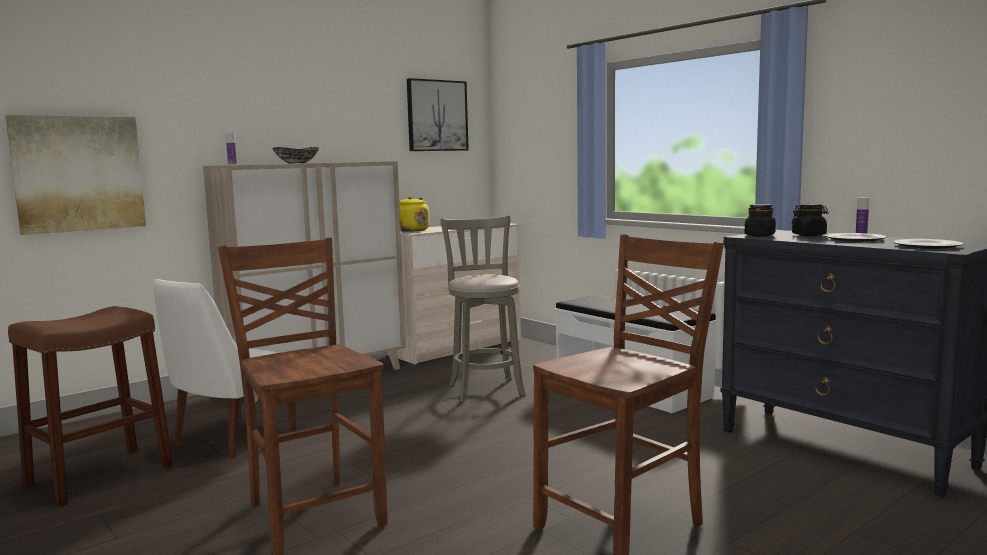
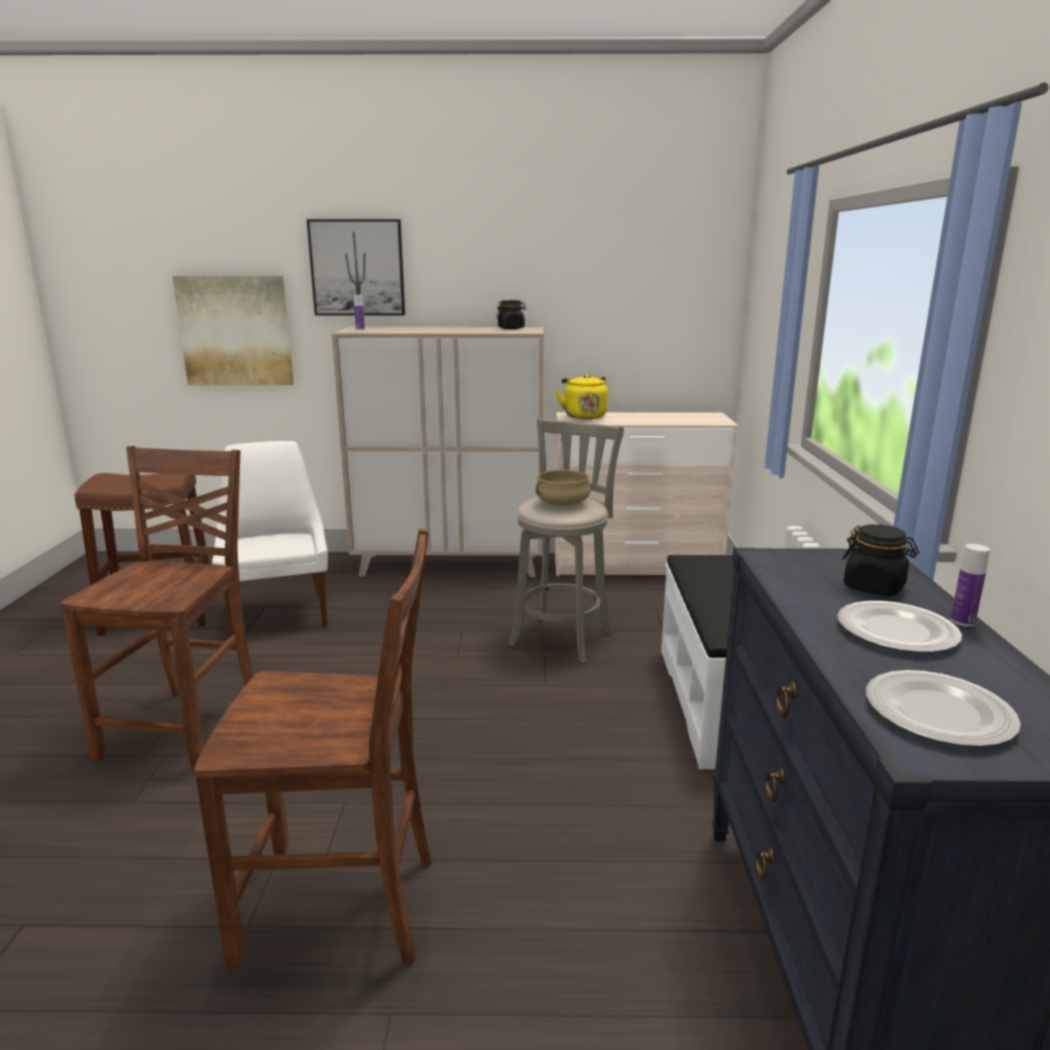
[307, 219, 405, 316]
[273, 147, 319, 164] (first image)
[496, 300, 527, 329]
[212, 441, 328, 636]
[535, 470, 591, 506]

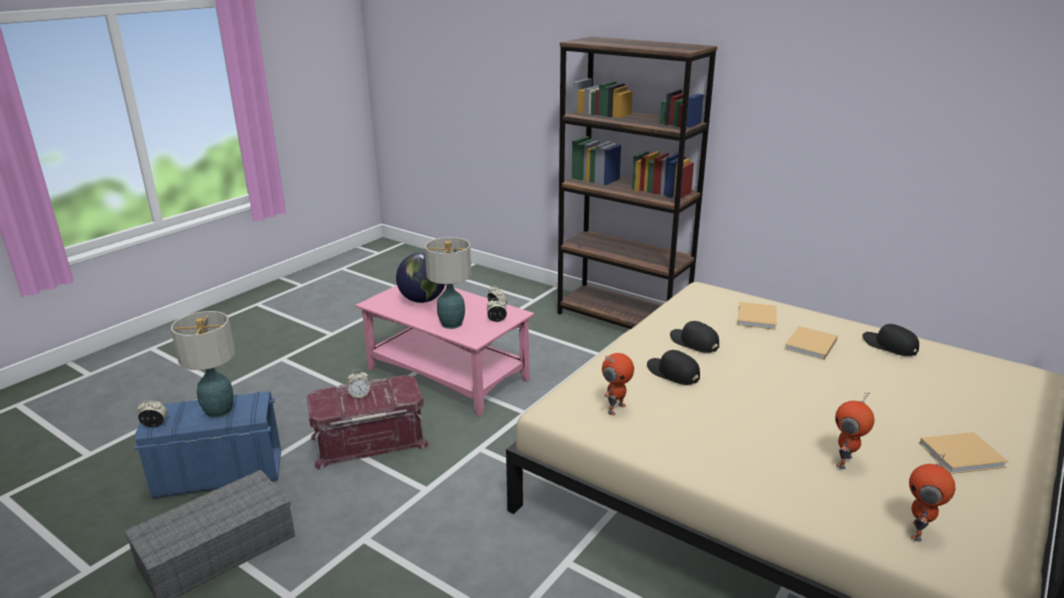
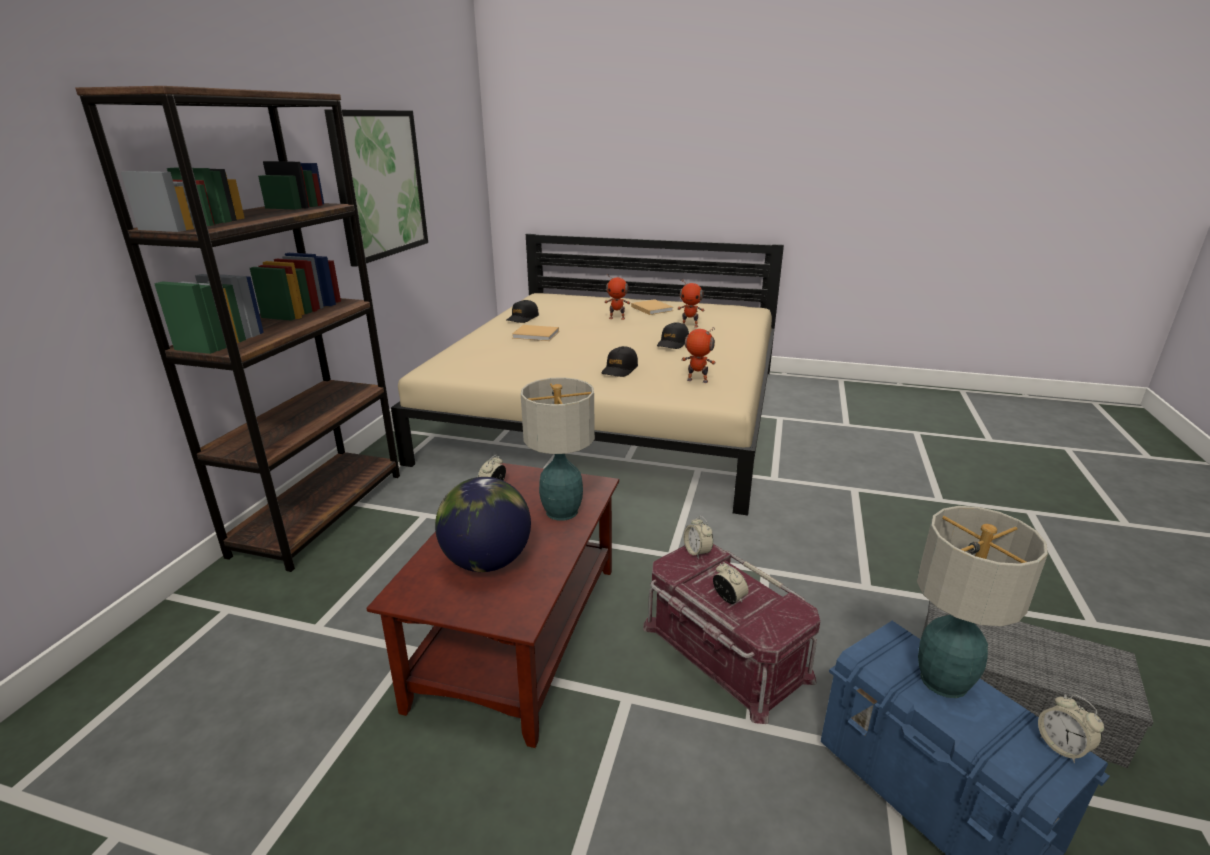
[366, 463, 619, 748]
[684, 516, 713, 559]
[738, 302, 777, 330] (first image)
[657, 322, 689, 349]
[605, 273, 630, 320]
[325, 109, 428, 267]

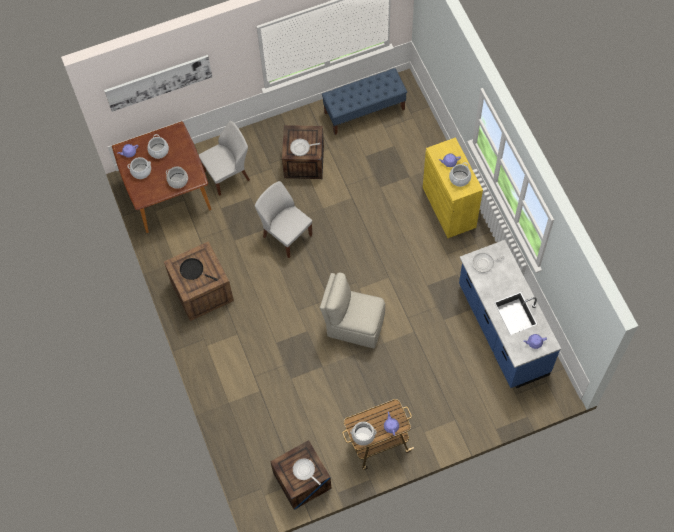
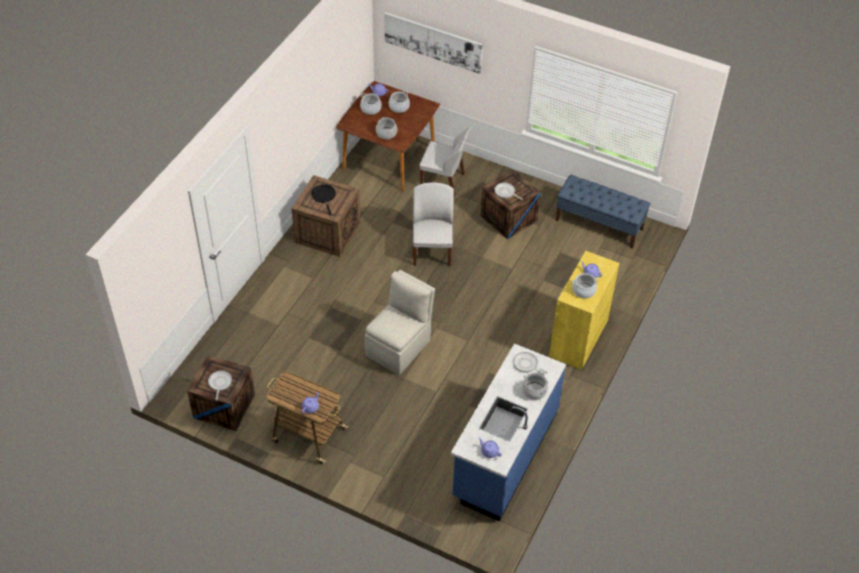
[365, 270, 435, 375]
[522, 373, 548, 400]

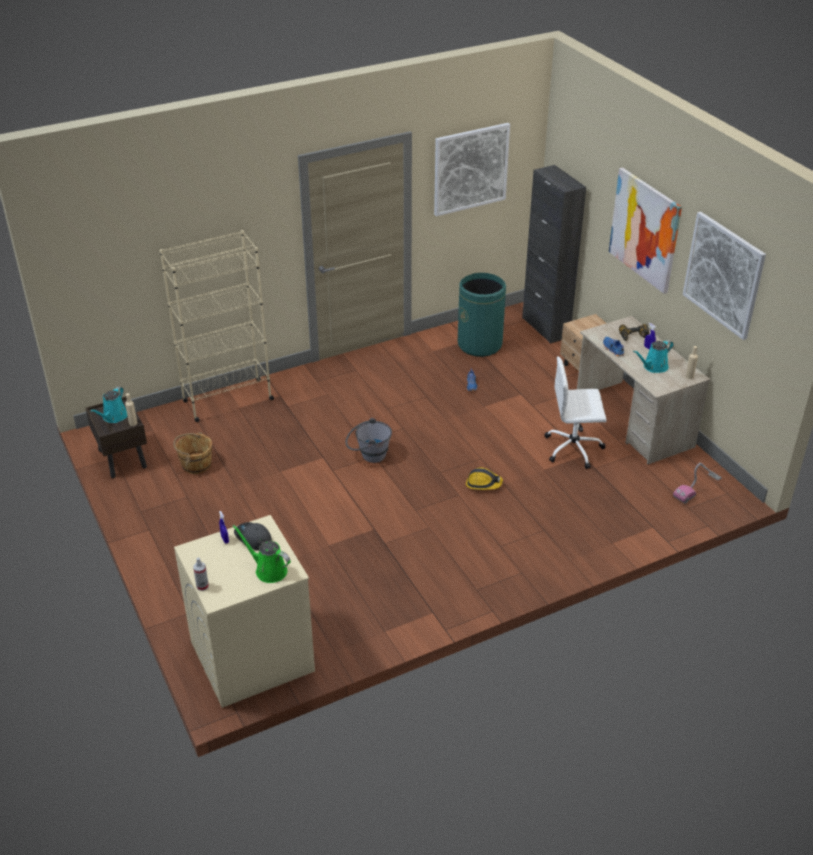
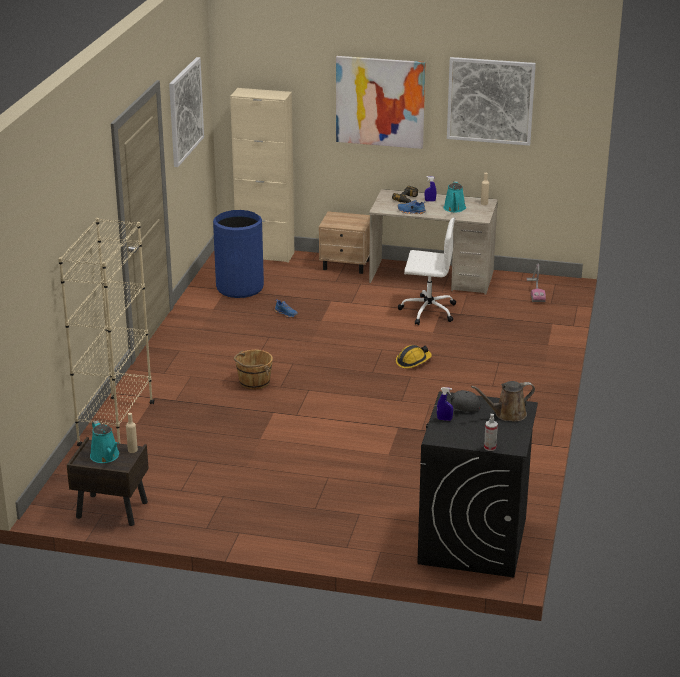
[230, 88, 294, 263]
[213, 210, 264, 298]
[398, 217, 456, 325]
[345, 418, 392, 463] (first image)
[234, 350, 273, 390]
[417, 391, 538, 578]
[471, 381, 535, 422]

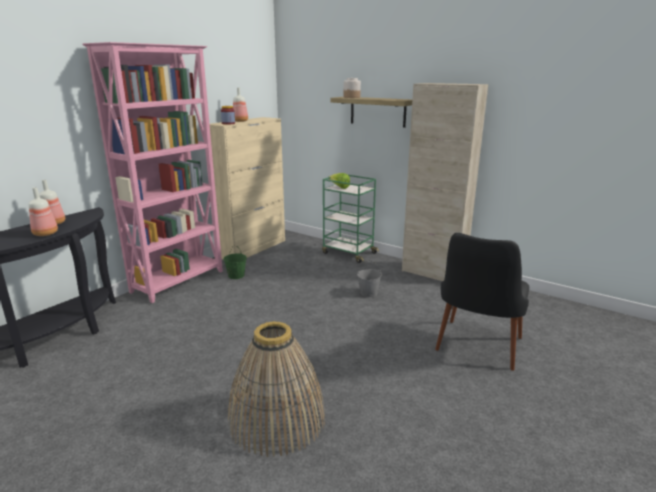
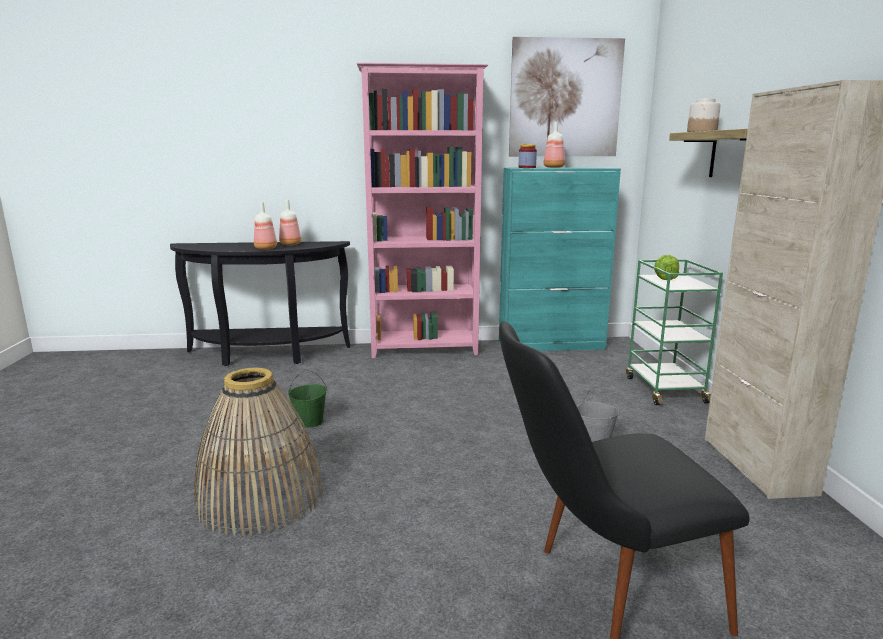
[499, 167, 621, 351]
[288, 370, 327, 428]
[509, 37, 625, 156]

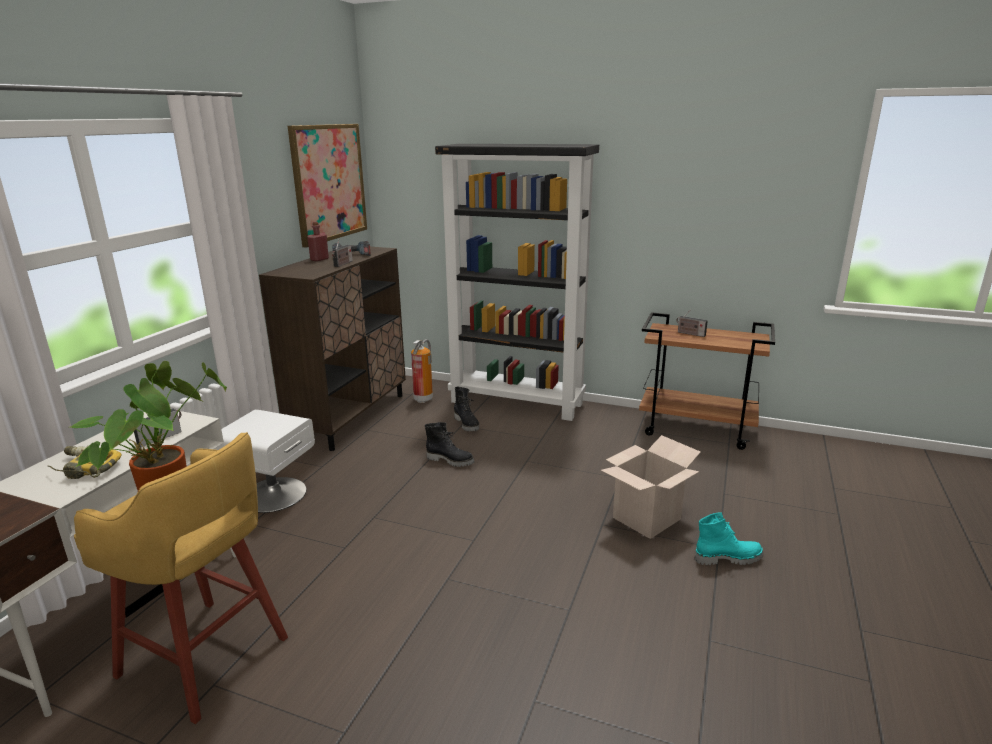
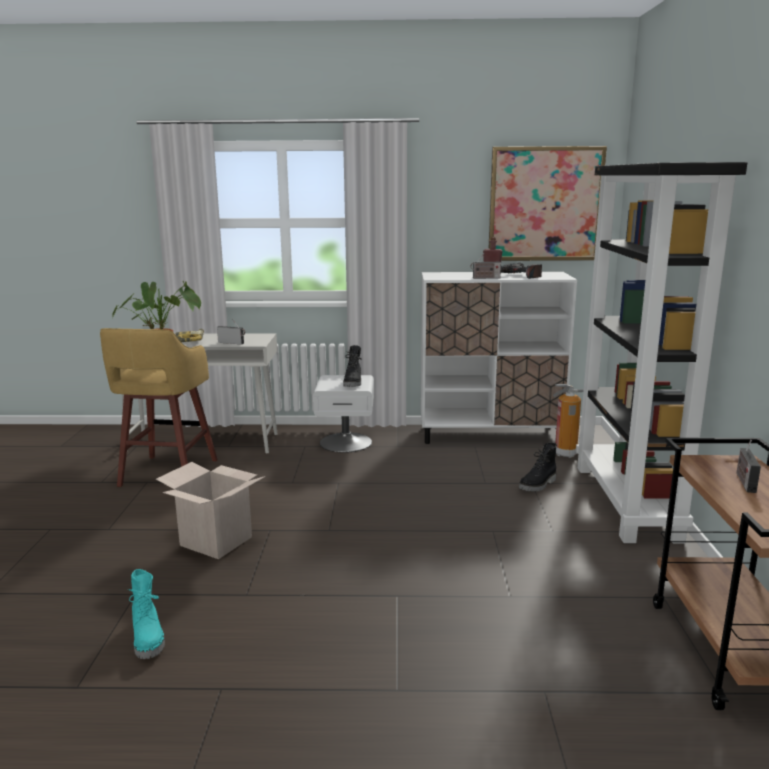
[421, 272, 577, 444]
[343, 345, 362, 387]
[156, 462, 265, 559]
[128, 569, 165, 659]

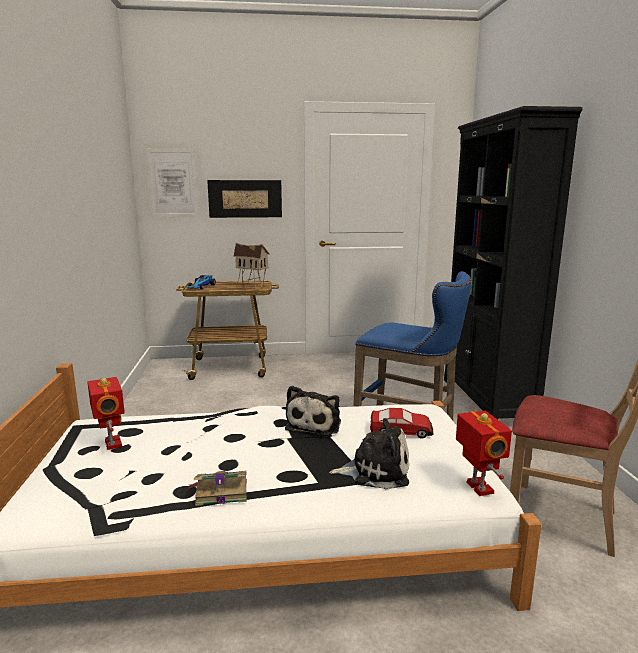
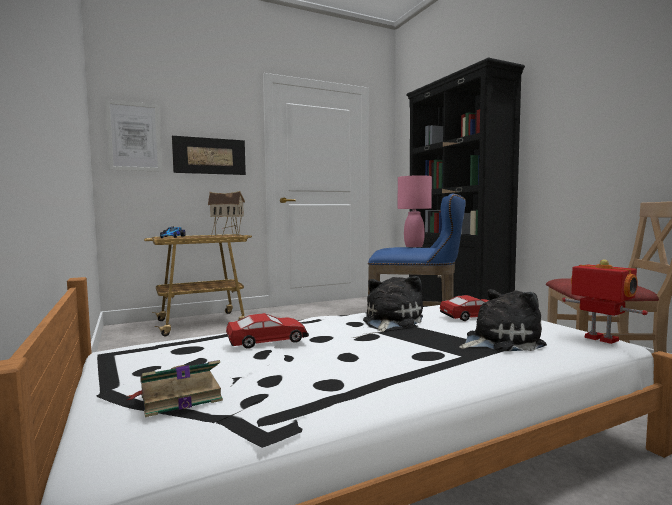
[87, 377, 125, 450] (first image)
[363, 276, 423, 332]
[126, 360, 223, 417]
[398, 175, 432, 247]
[226, 313, 309, 349]

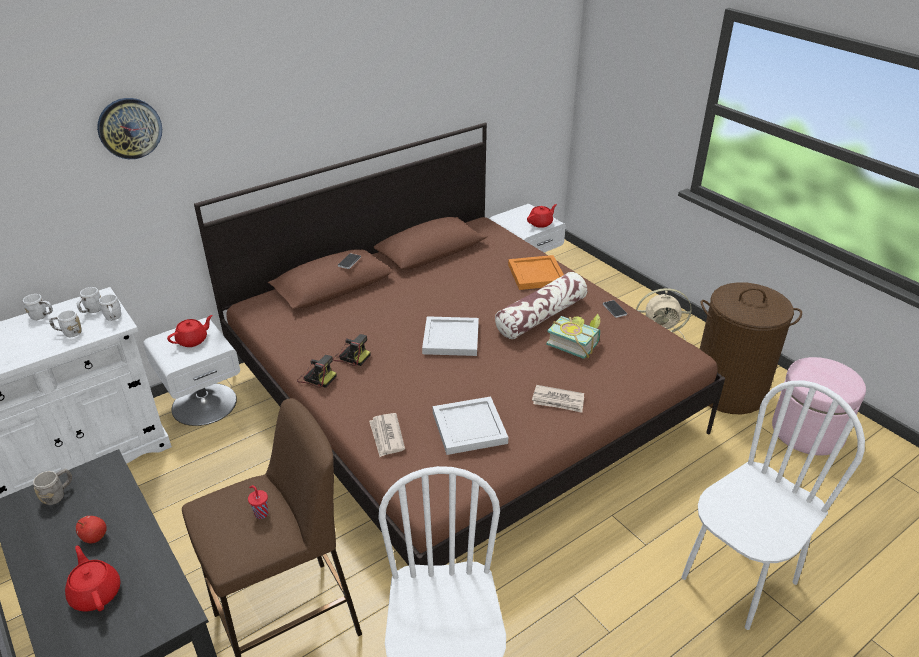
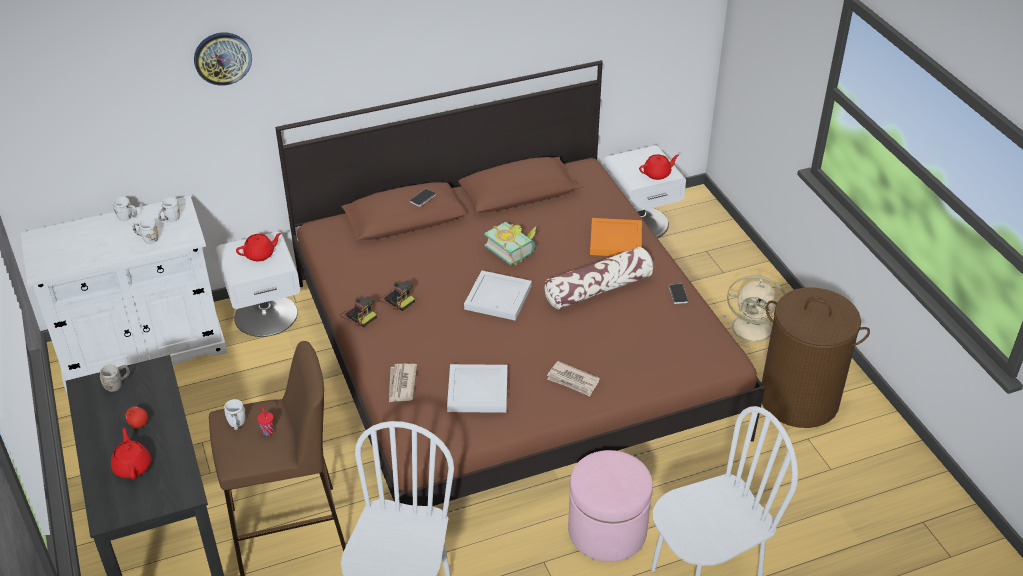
[224, 399, 245, 430]
[484, 222, 536, 266]
[568, 450, 653, 562]

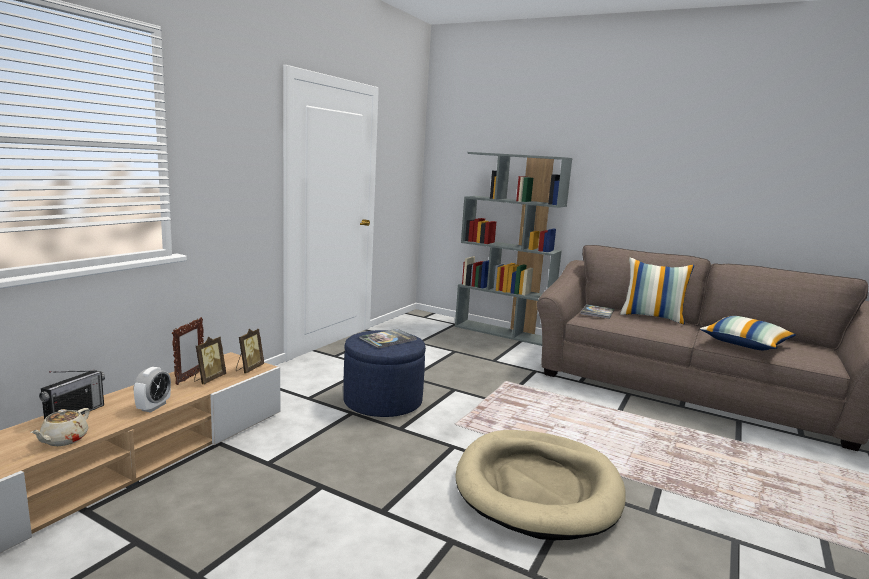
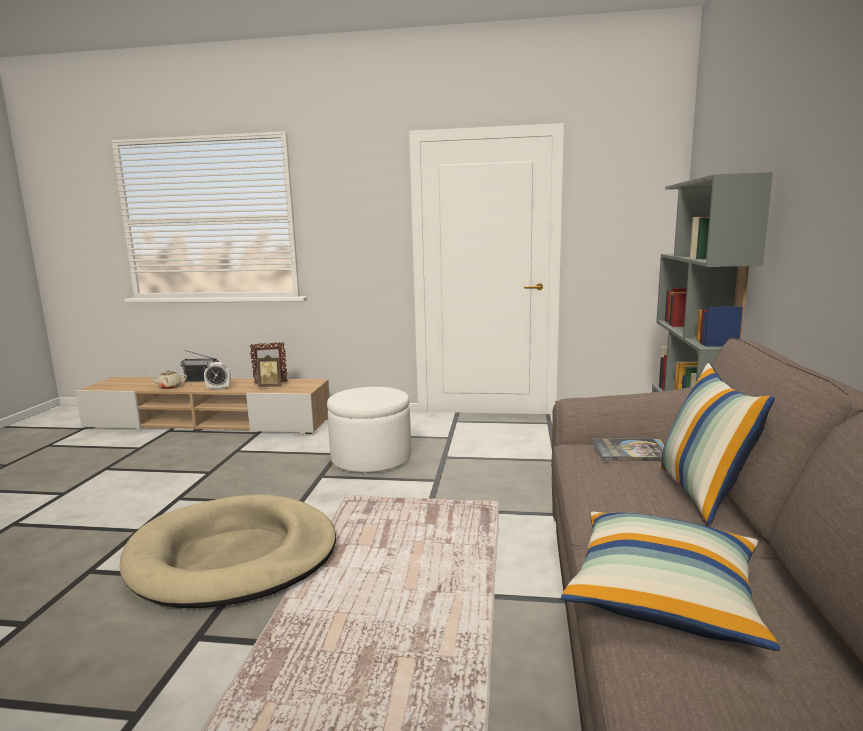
[236, 329, 264, 373] (first image)
[359, 329, 417, 349] (first image)
[327, 387, 411, 472]

